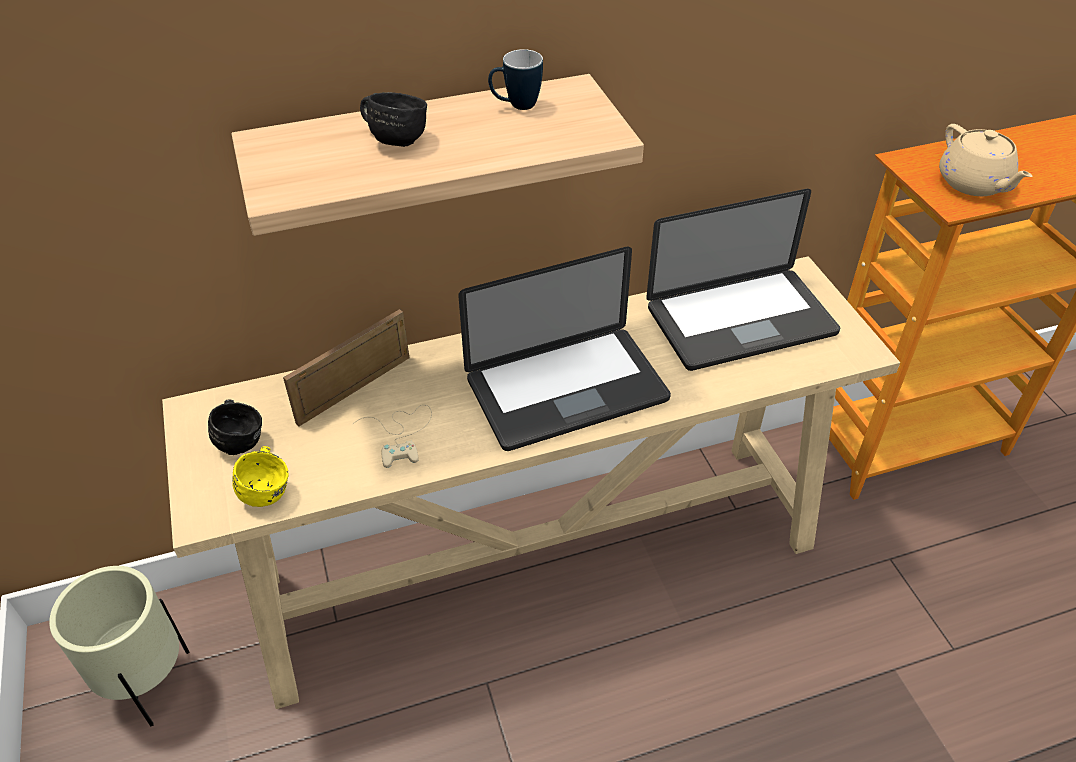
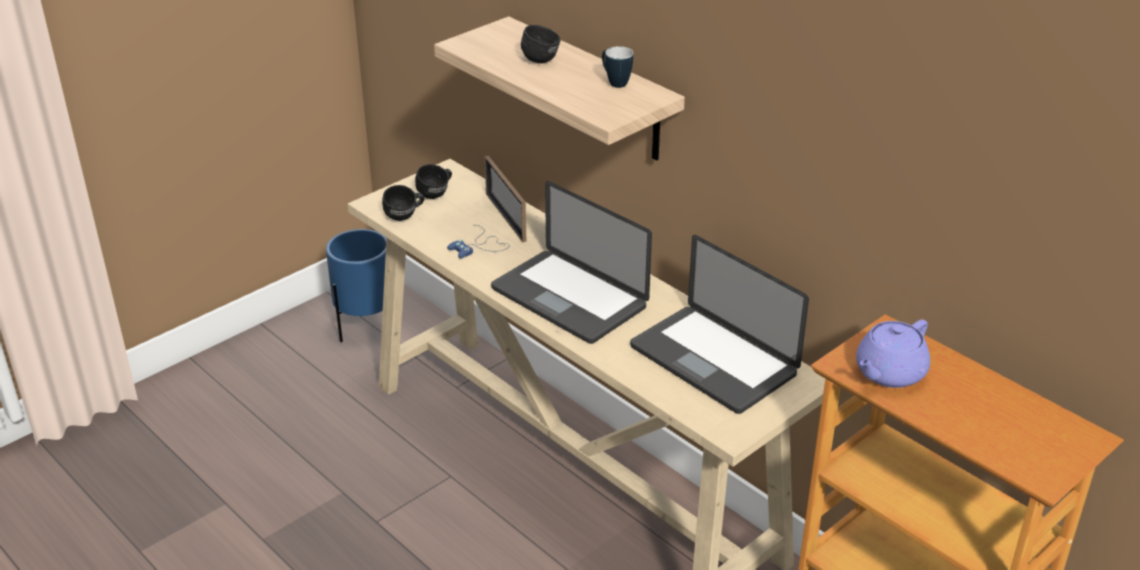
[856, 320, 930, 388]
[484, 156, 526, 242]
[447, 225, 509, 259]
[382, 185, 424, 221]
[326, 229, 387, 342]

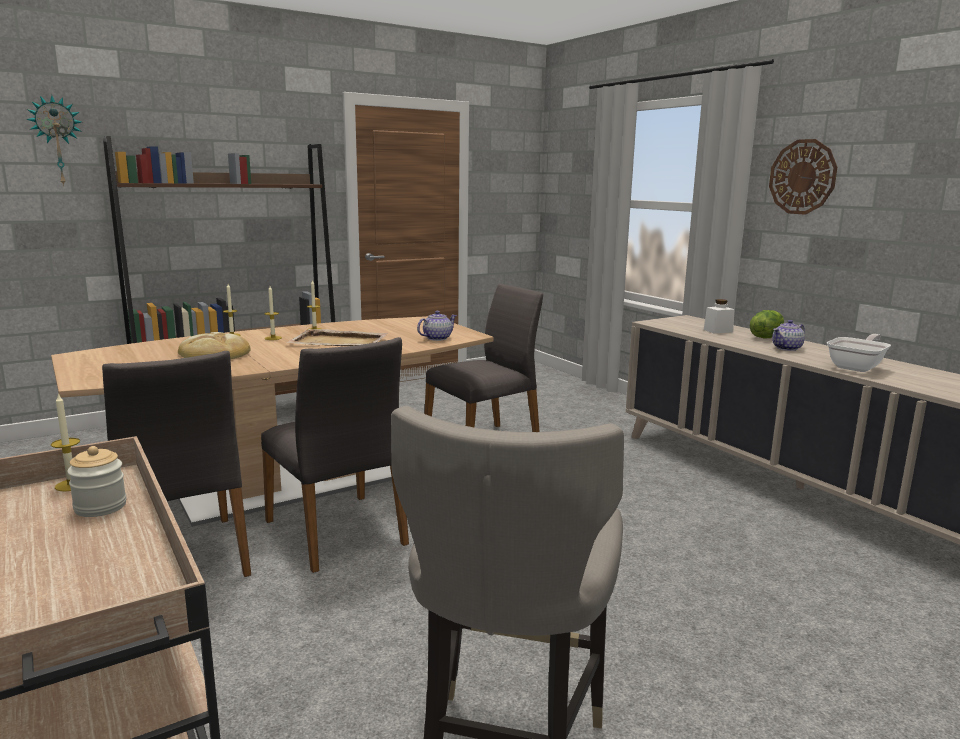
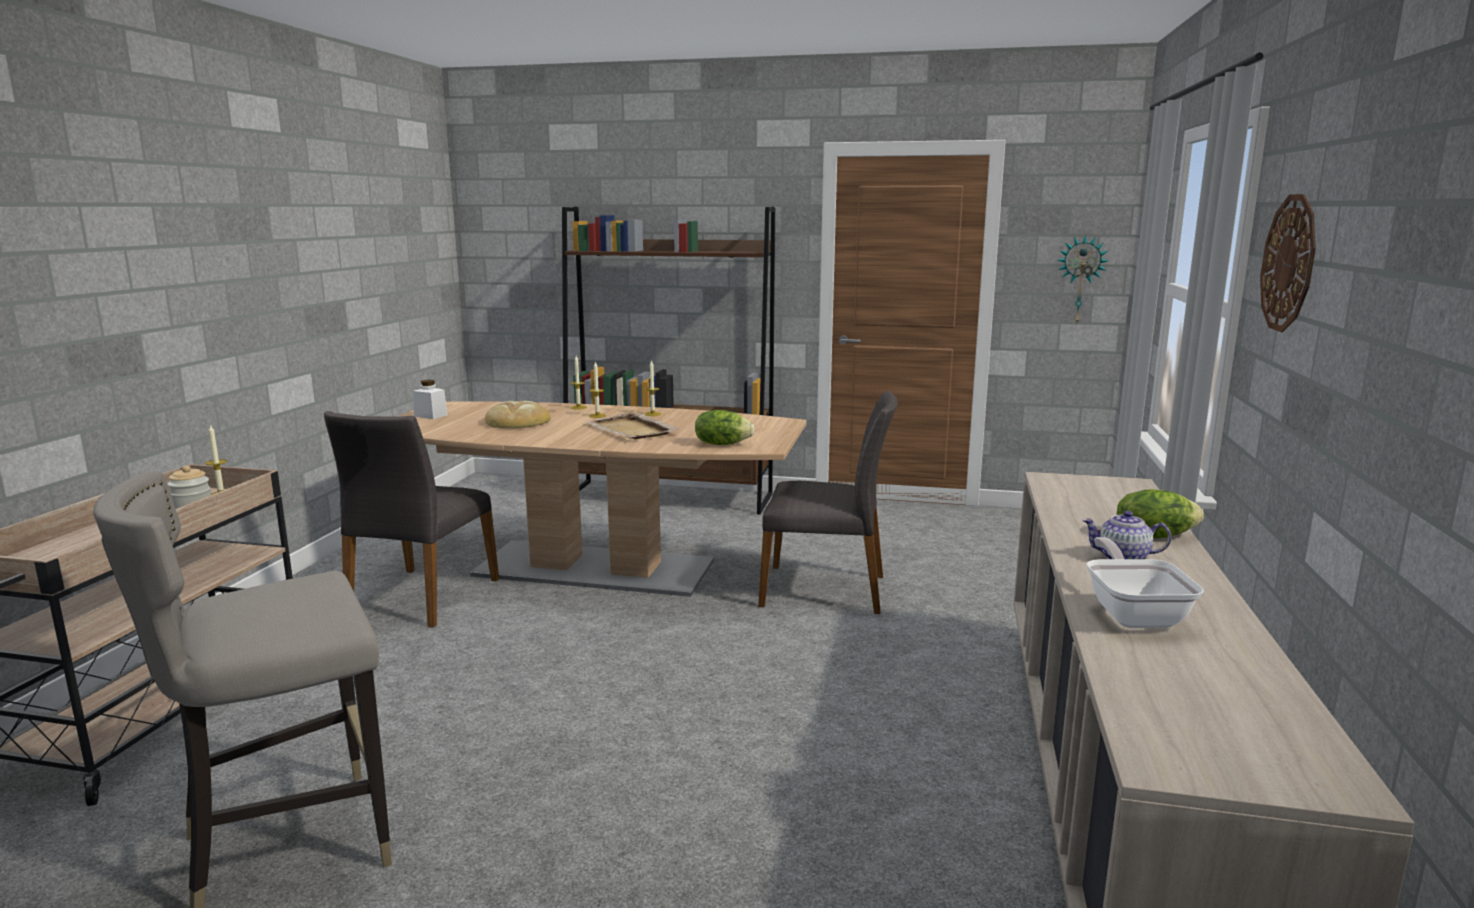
[1057, 235, 1108, 325]
[413, 380, 448, 419]
[695, 410, 755, 445]
[1086, 537, 1204, 628]
[261, 337, 409, 573] (first image)

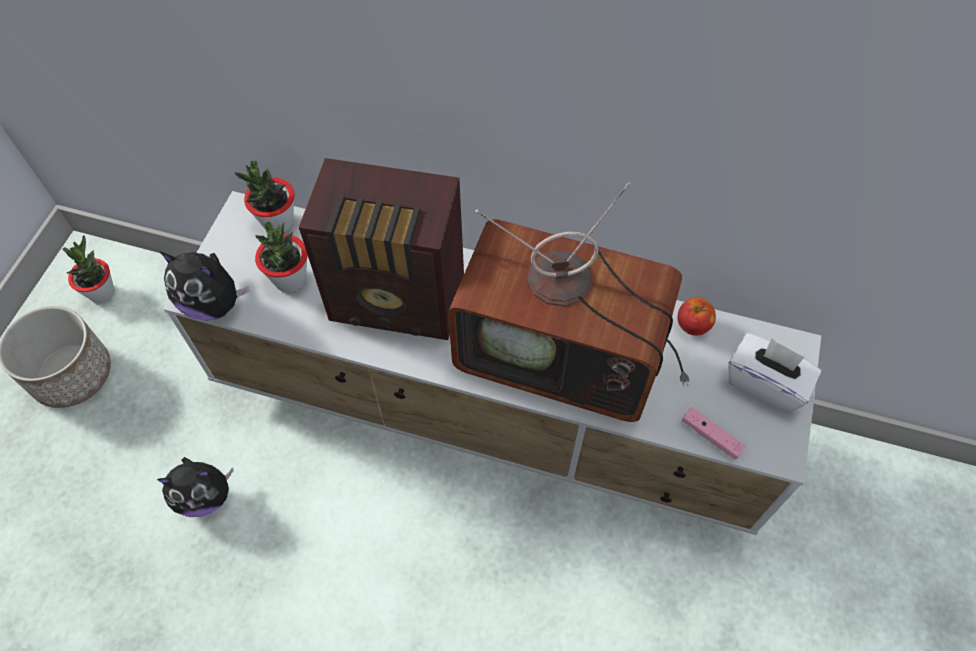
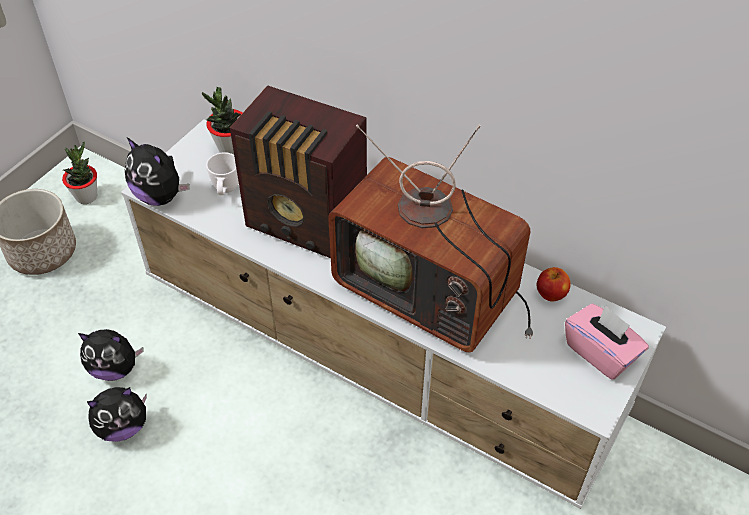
[206, 152, 239, 195]
[565, 303, 649, 380]
[682, 407, 746, 460] (first image)
[87, 387, 147, 442]

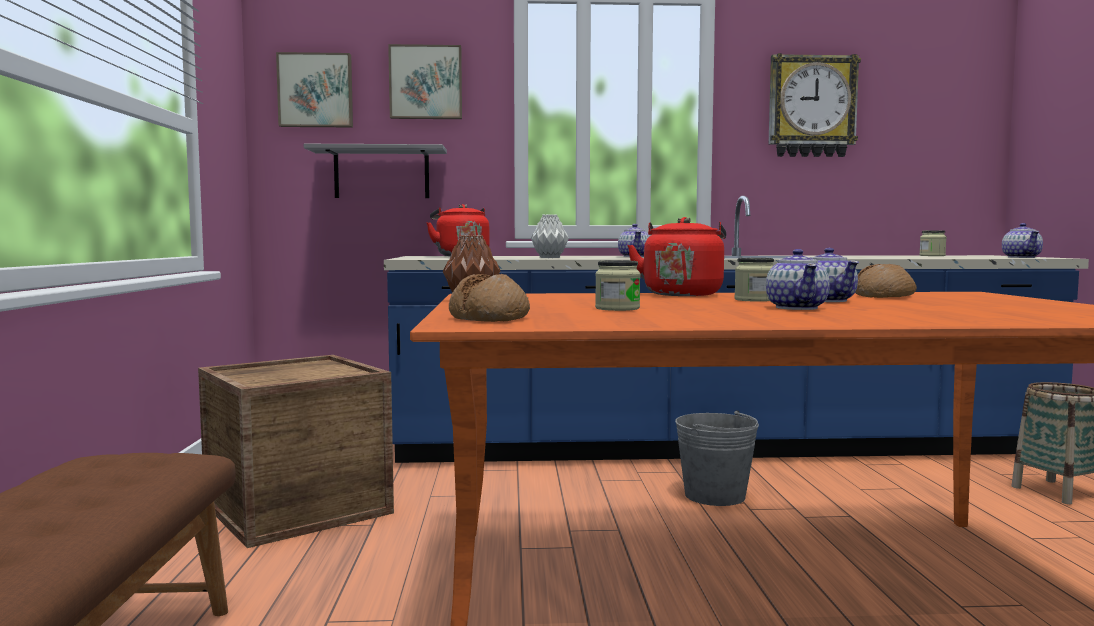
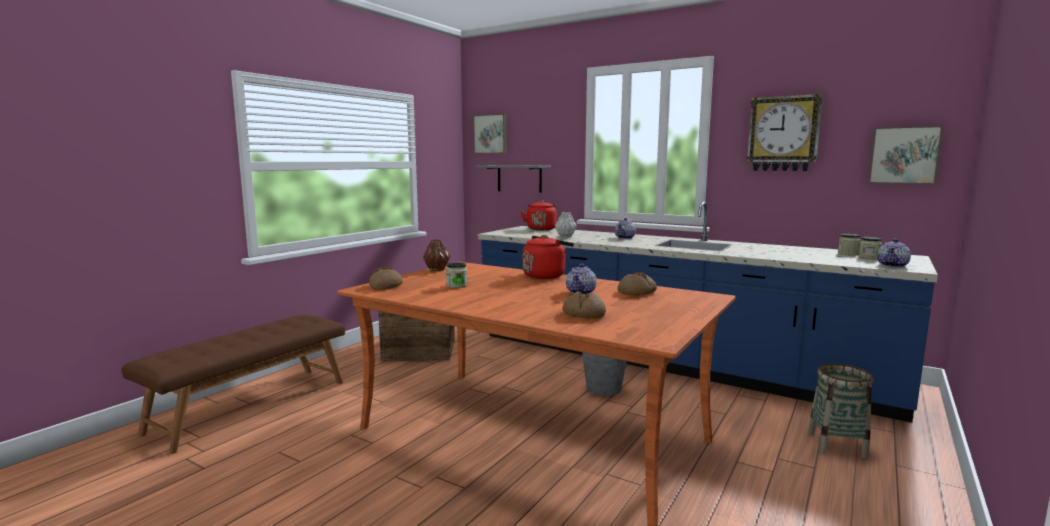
[868, 126, 943, 184]
[766, 249, 830, 310] (first image)
[858, 237, 882, 259]
[562, 291, 606, 319]

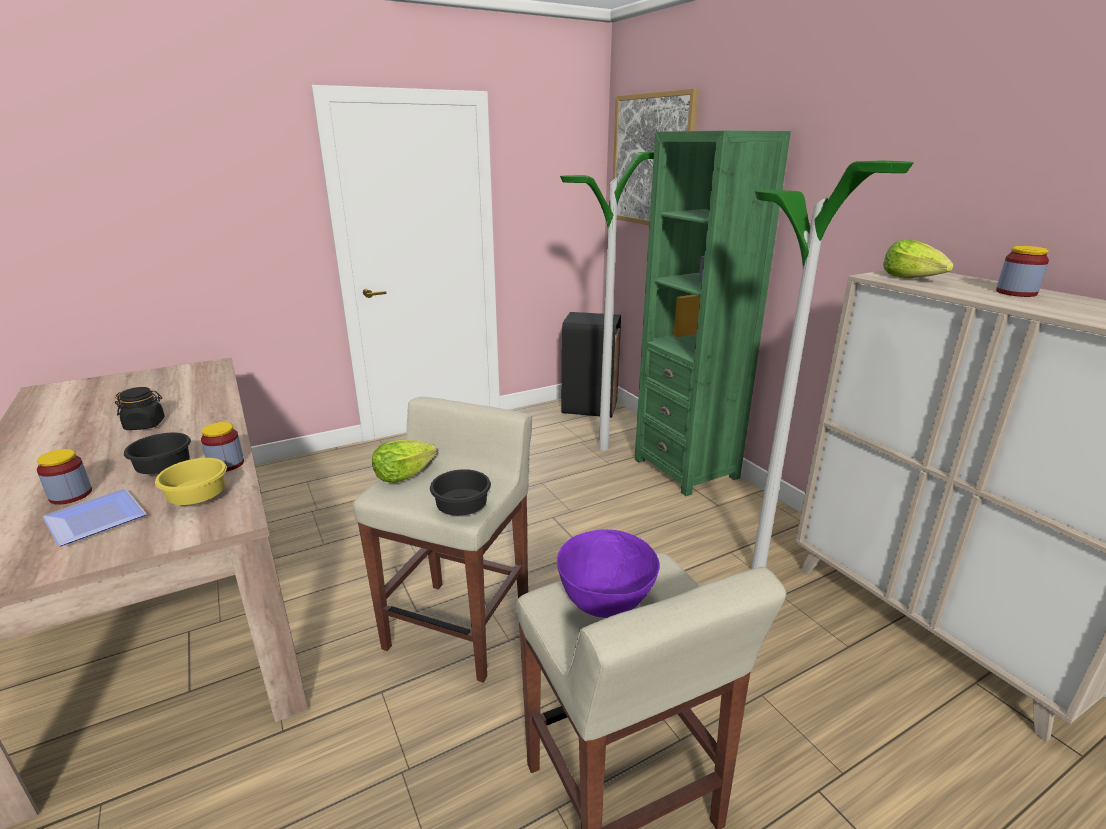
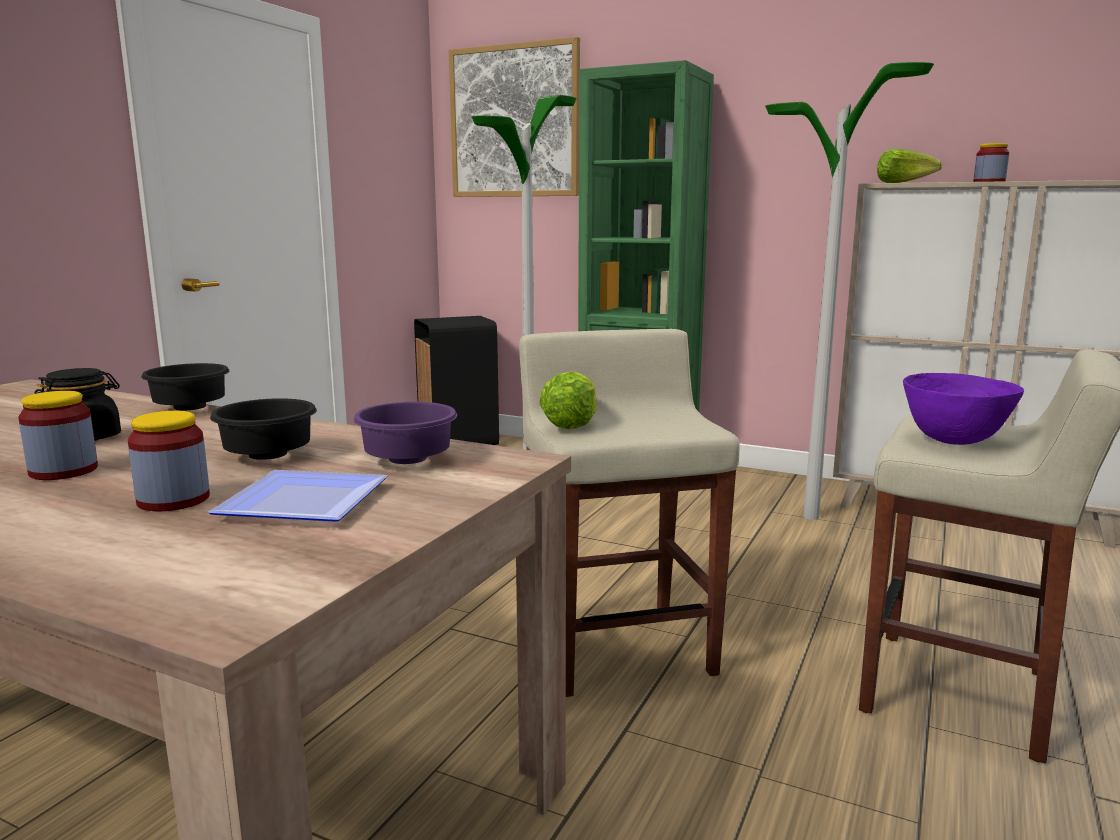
[18, 391, 98, 480]
[353, 402, 457, 464]
[141, 363, 229, 410]

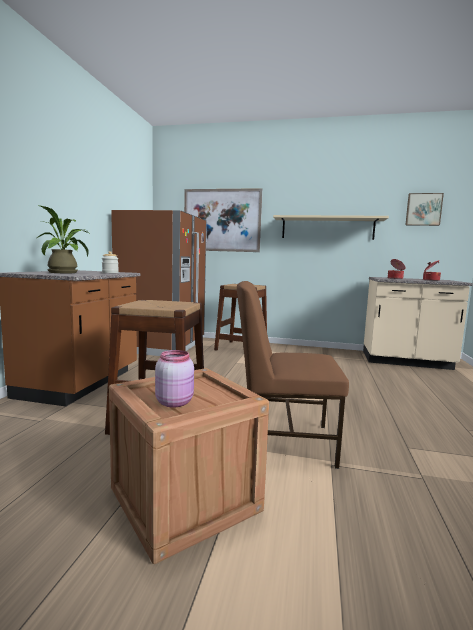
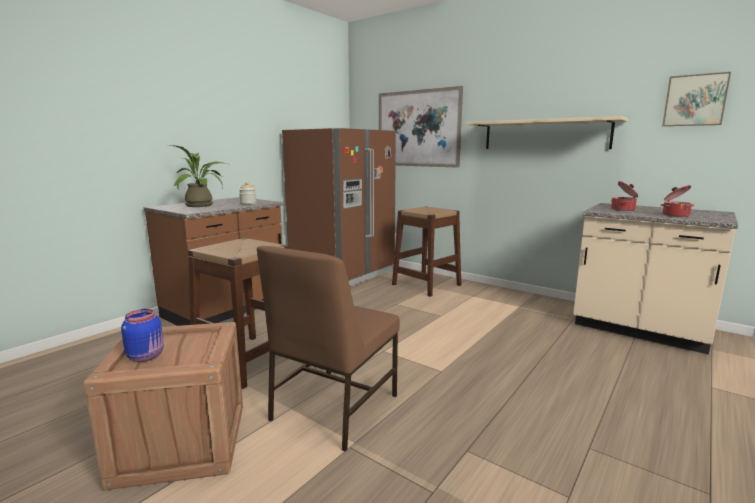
[257, 246, 400, 452]
[121, 309, 164, 362]

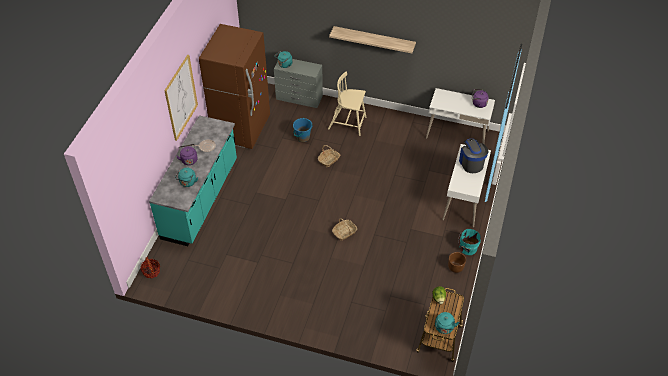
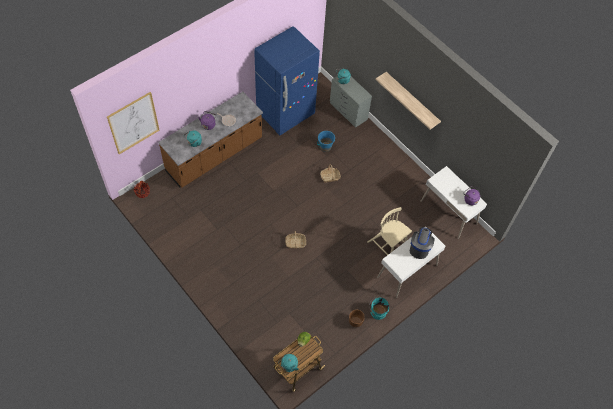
[254, 26, 320, 136]
[107, 92, 160, 154]
[367, 207, 412, 255]
[158, 92, 263, 188]

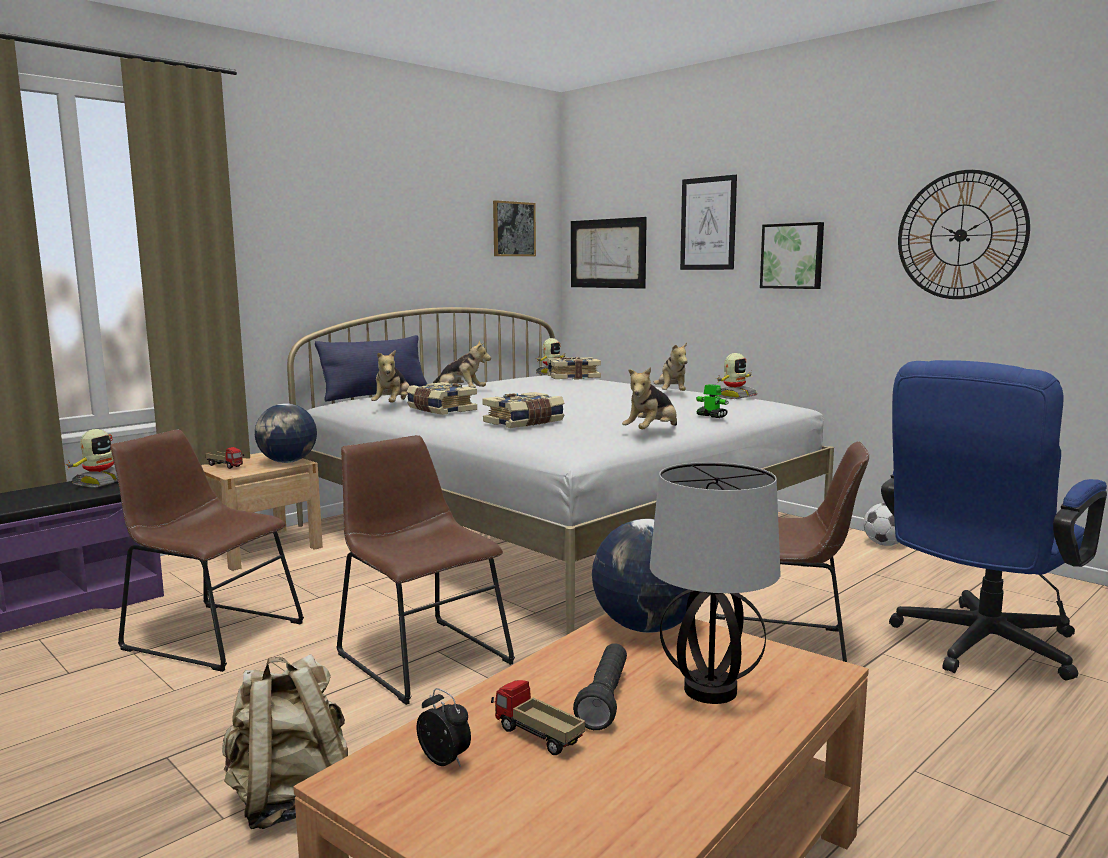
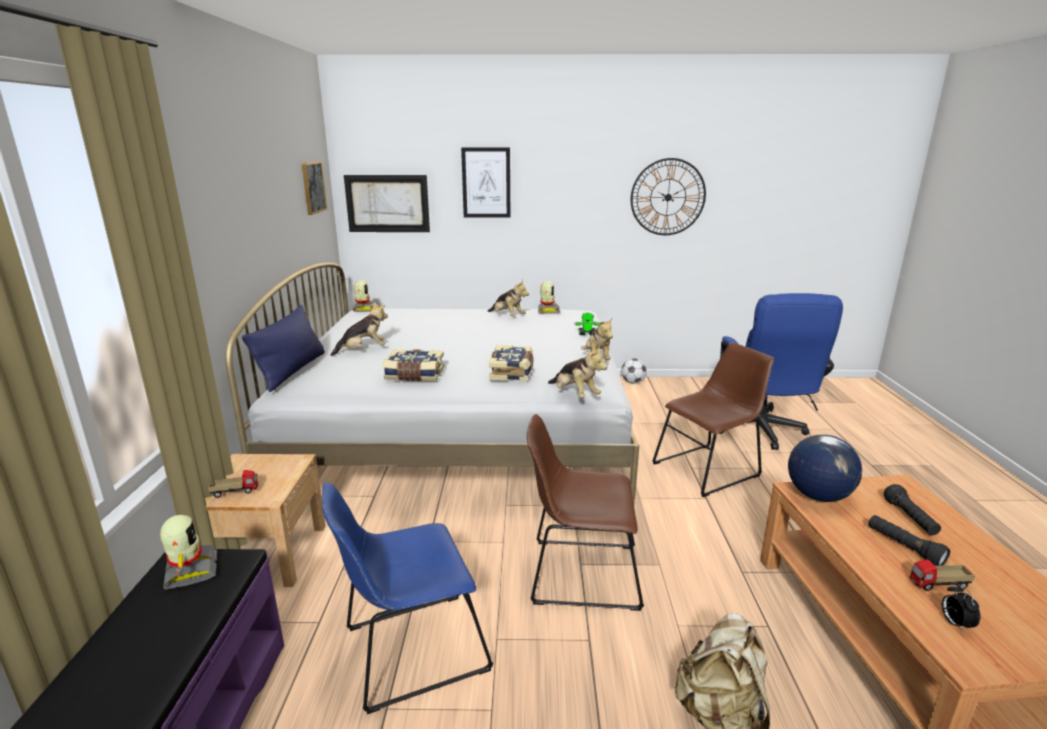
[760, 222, 824, 289] (first image)
[548, 345, 607, 398]
[547, 357, 601, 380] (first image)
[255, 403, 317, 463] (first image)
[322, 482, 493, 714]
[884, 484, 941, 535]
[942, 584, 980, 633]

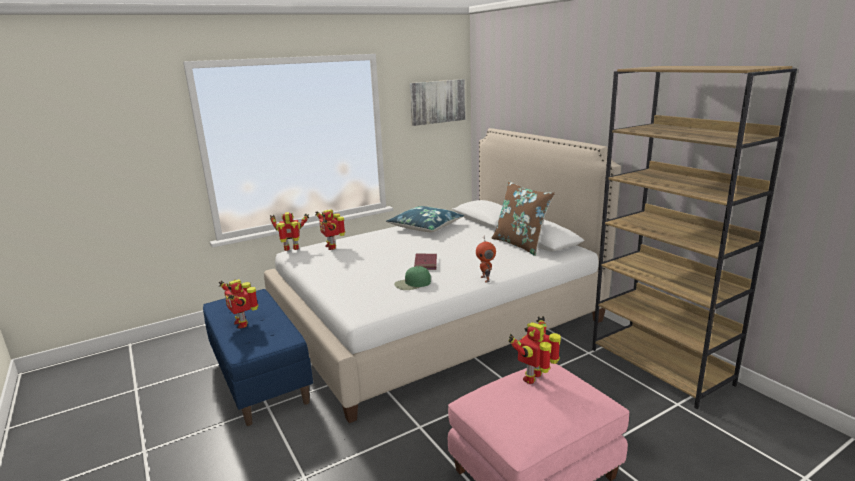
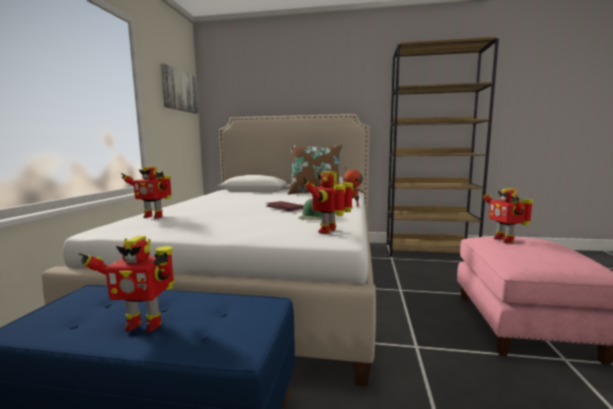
[386, 206, 464, 232] (first image)
[303, 171, 353, 234]

